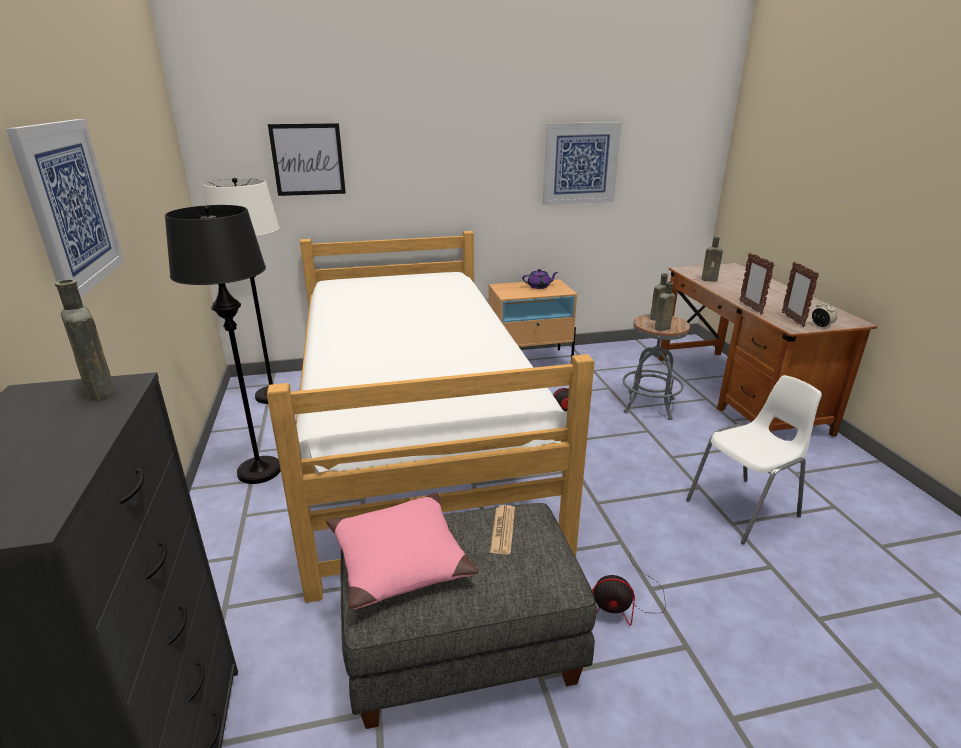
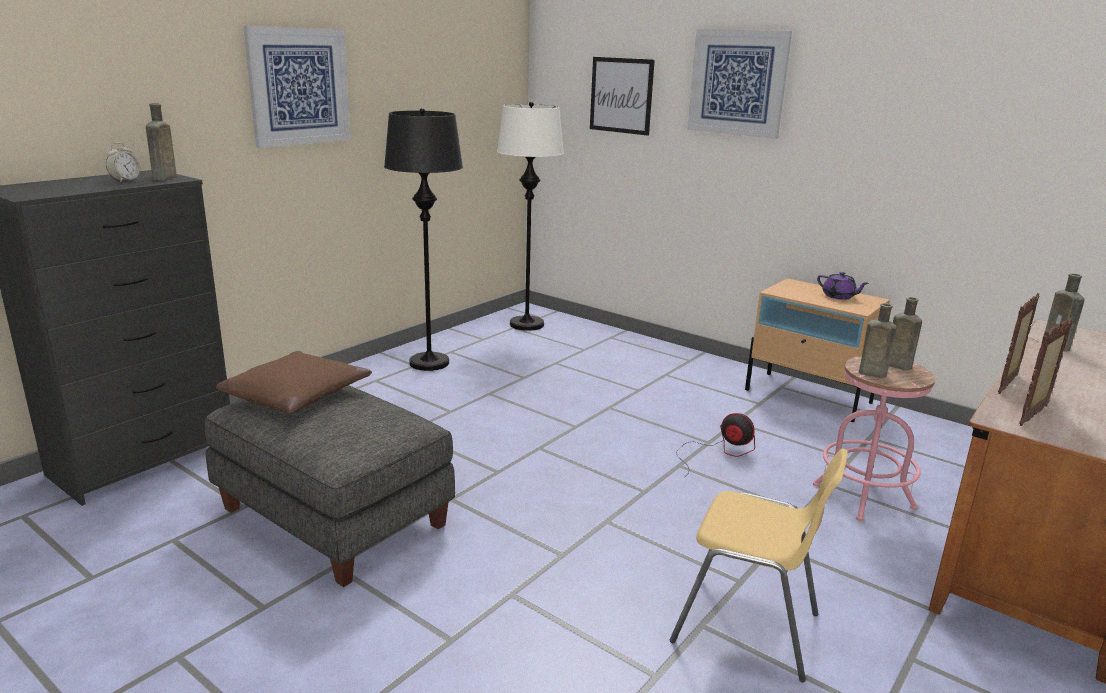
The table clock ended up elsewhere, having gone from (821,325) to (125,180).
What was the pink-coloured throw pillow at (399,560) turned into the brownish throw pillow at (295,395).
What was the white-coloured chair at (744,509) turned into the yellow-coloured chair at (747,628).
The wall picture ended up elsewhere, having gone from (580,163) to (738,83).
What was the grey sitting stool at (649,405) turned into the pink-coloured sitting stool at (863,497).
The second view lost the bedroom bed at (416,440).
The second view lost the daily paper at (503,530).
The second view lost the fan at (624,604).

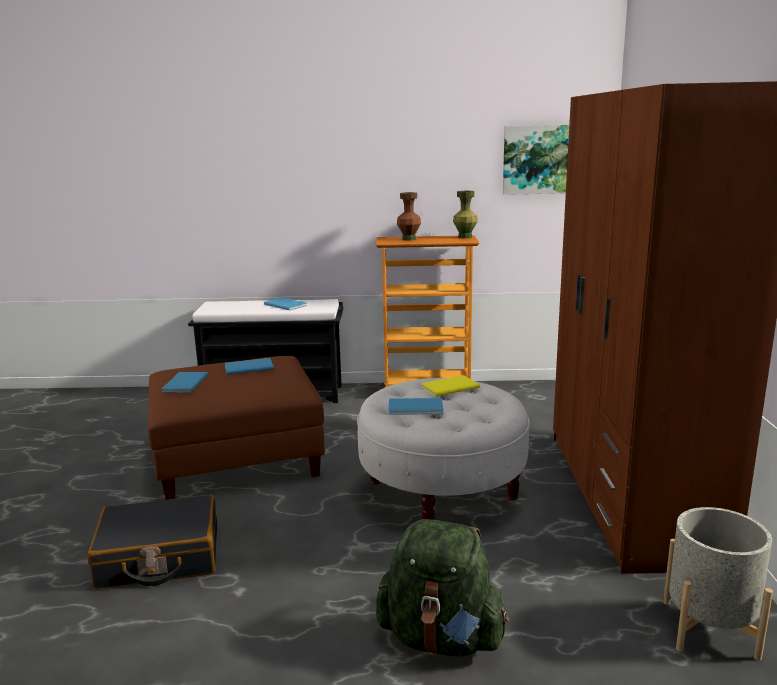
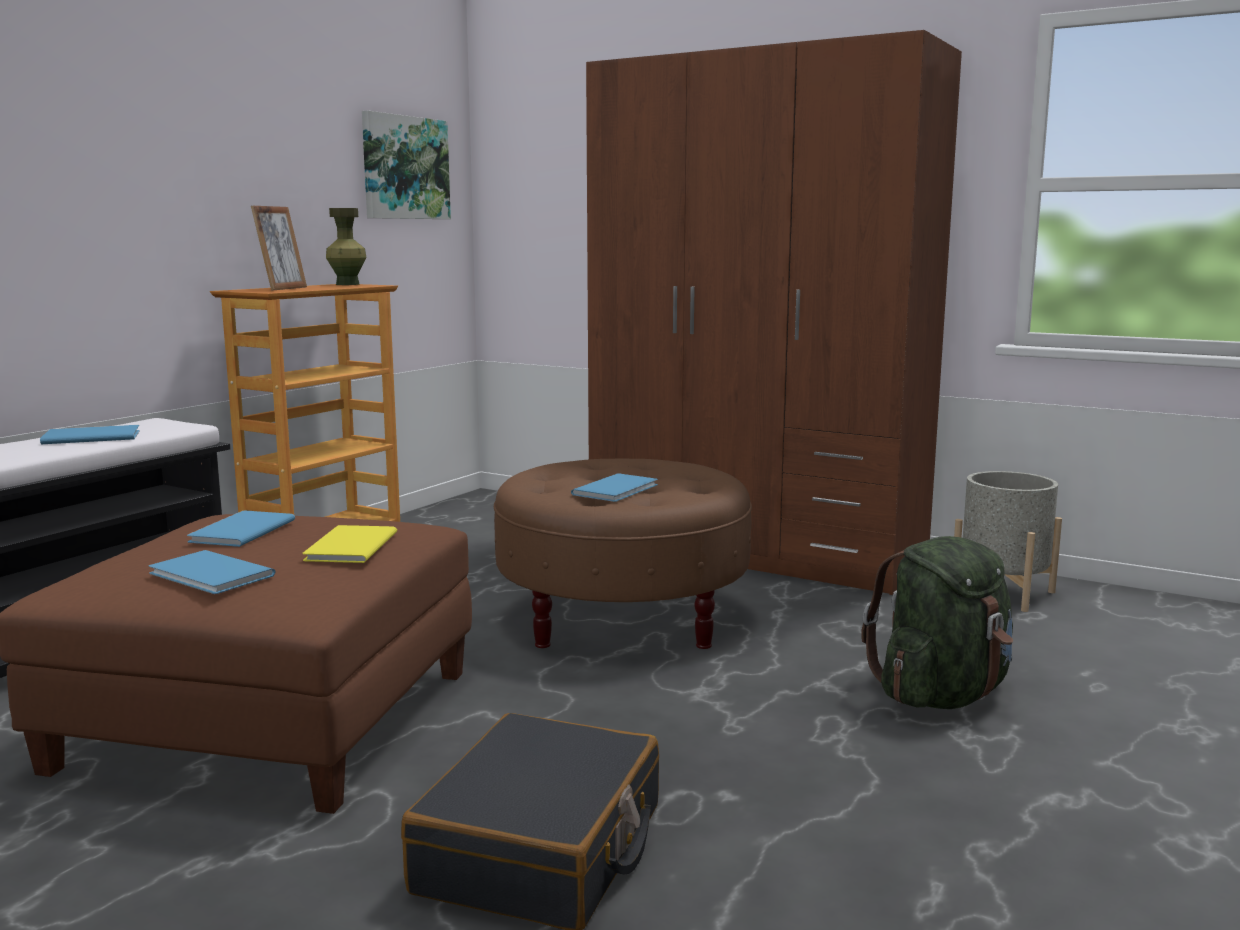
Where the brownish vase stood at (409,239), the standing frame came to stand at (282,288).
The yellow-coloured bound book ended up elsewhere, having gone from (448,387) to (347,547).
What was the white-coloured pouffe at (442,489) turned into the brownish pouffe at (622,617).

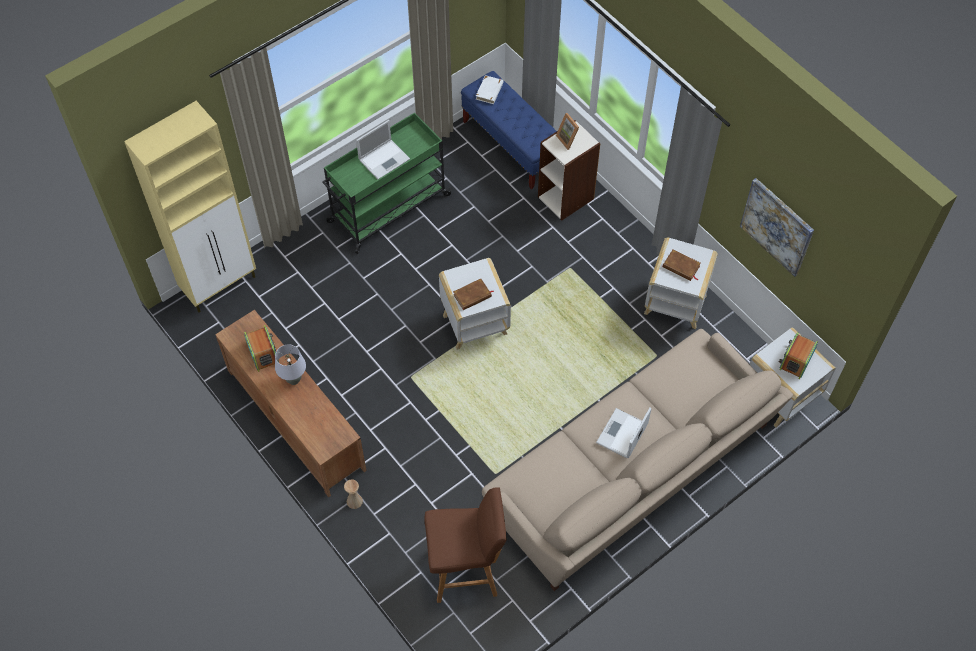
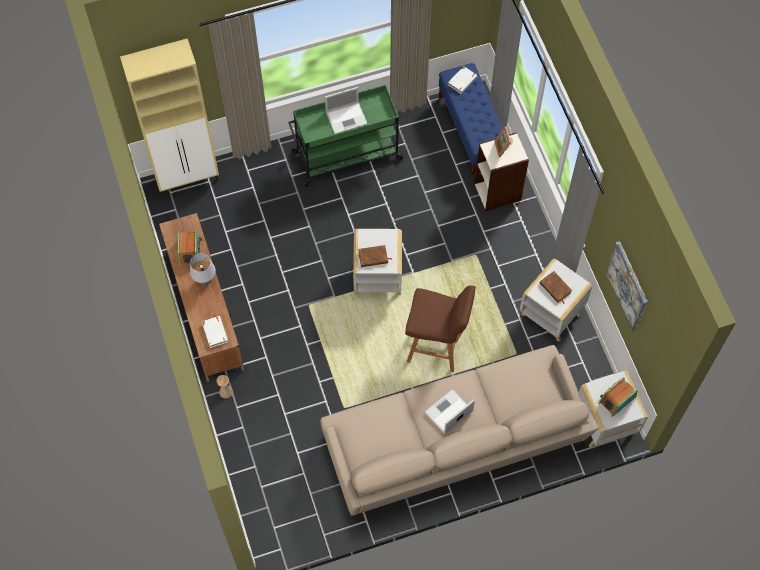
The second view gained the white-coloured bound book at (215,332).
The brownish sitting stool ended up elsewhere, having gone from (466,571) to (437,346).

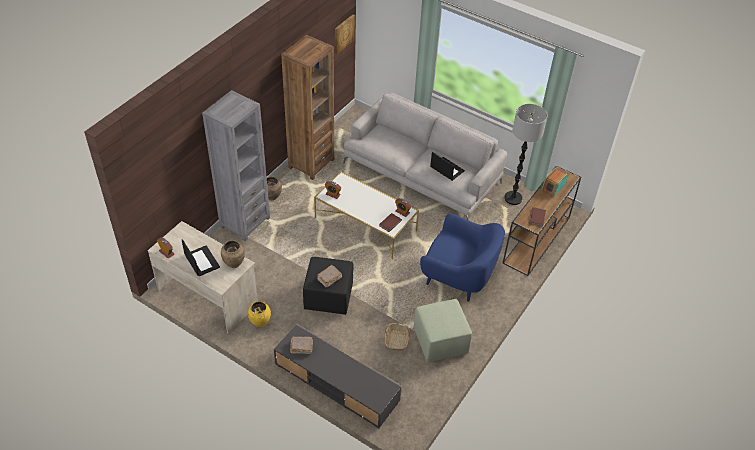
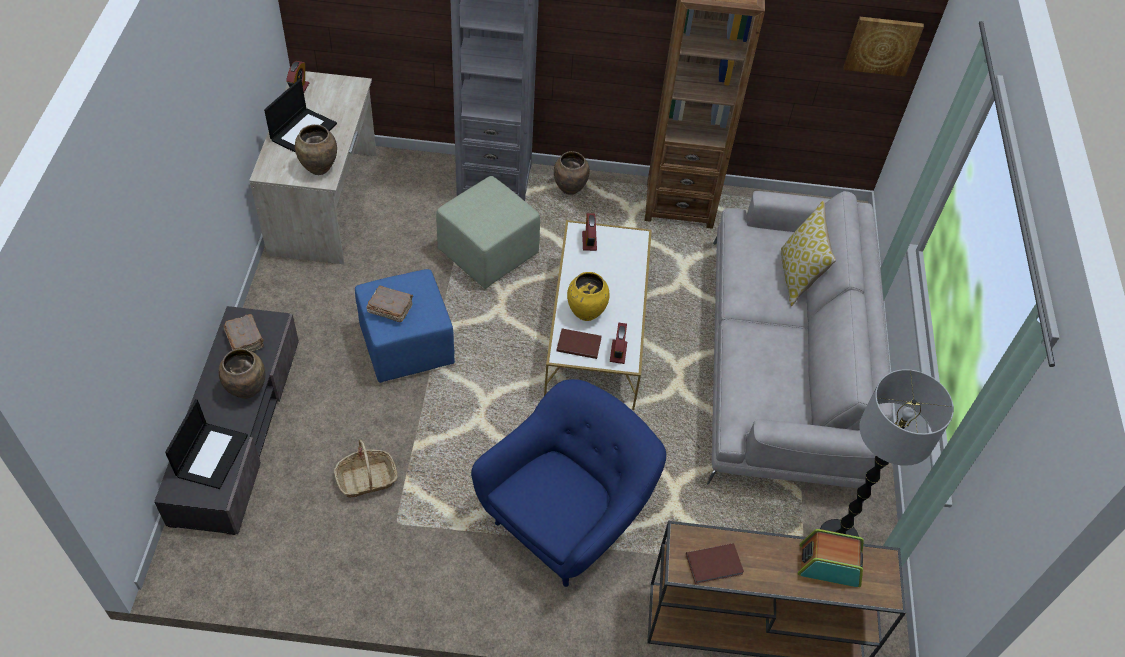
The portable computer ended up elsewhere, having gone from (446,169) to (211,455).
The second view gained the brownish vase at (247,389).
What was the black pouffe at (328,297) turned into the bluish pouffe at (406,345).
The green pouffe ended up elsewhere, having gone from (439,341) to (488,252).
The bluish armchair at (458,277) ended up facing another way, 135 degrees counterclockwise from before.
The yellow-coloured vase ended up elsewhere, having gone from (260,322) to (586,313).
The second view gained the throw pillow at (798,277).

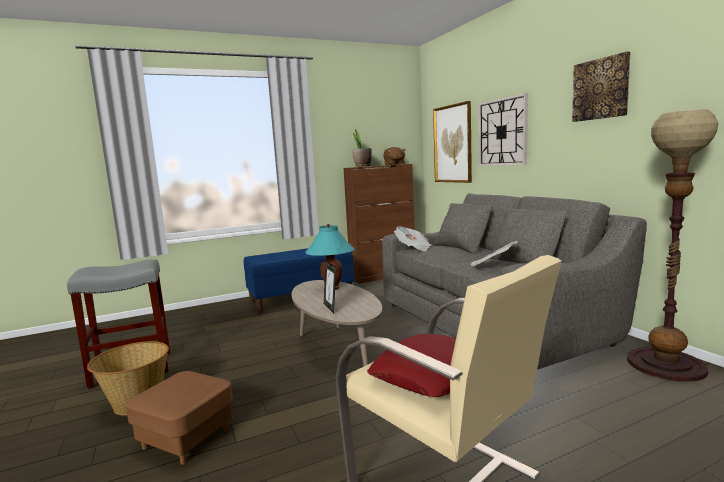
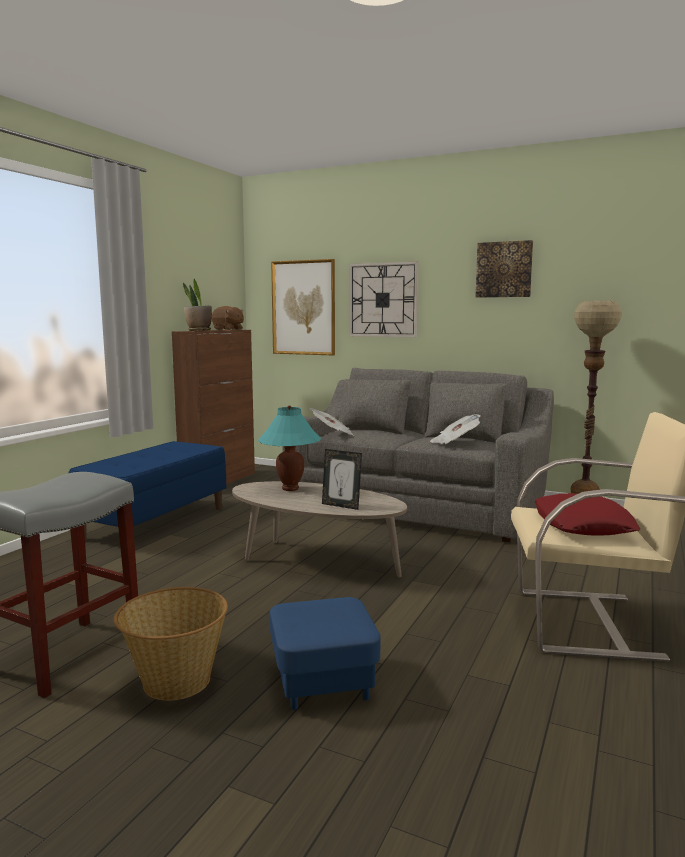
What was the brownish pouffe at (186,438) turned into the bluish pouffe at (323,682).

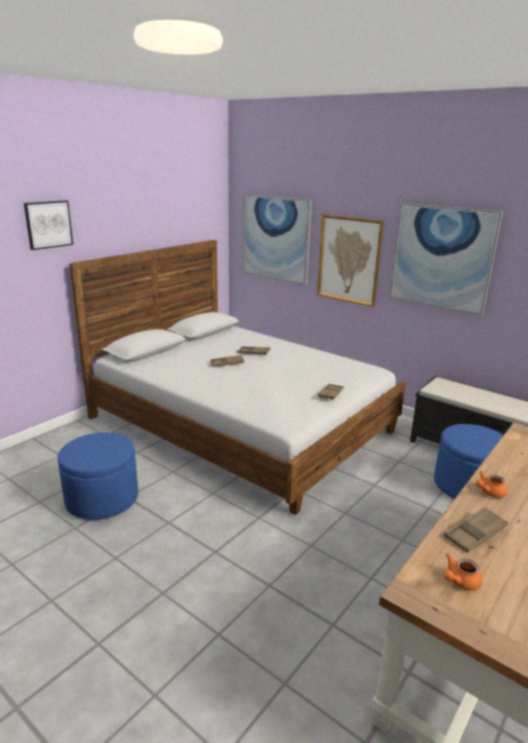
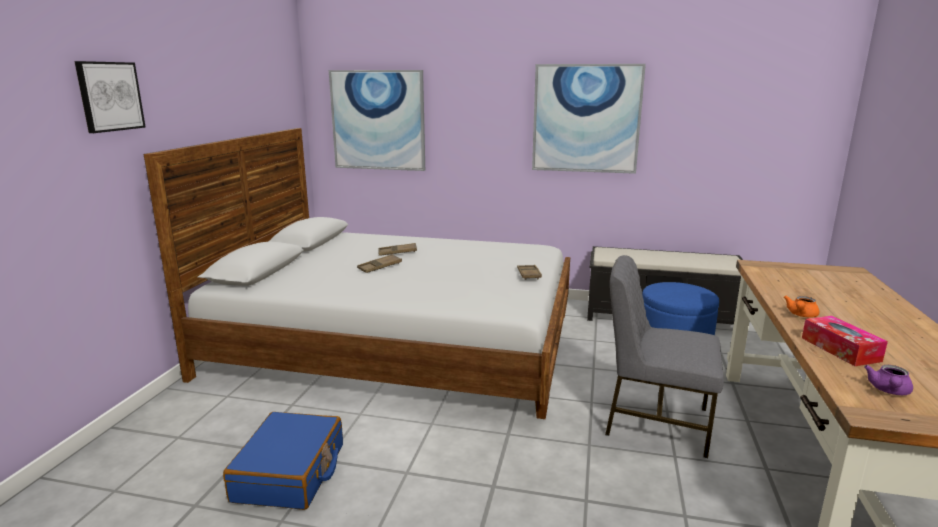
Where the bluish pouffe stood at (102,499), the bluish suitcase came to stand at (290,473).
The second view gained the grey chair at (654,422).
Where the brownish tray stood at (475,533), the tissue holder came to stand at (840,349).
What was the orangey pot for tea at (459,582) turned into the purple pot for tea at (888,391).
The second view lost the wall picture at (349,259).

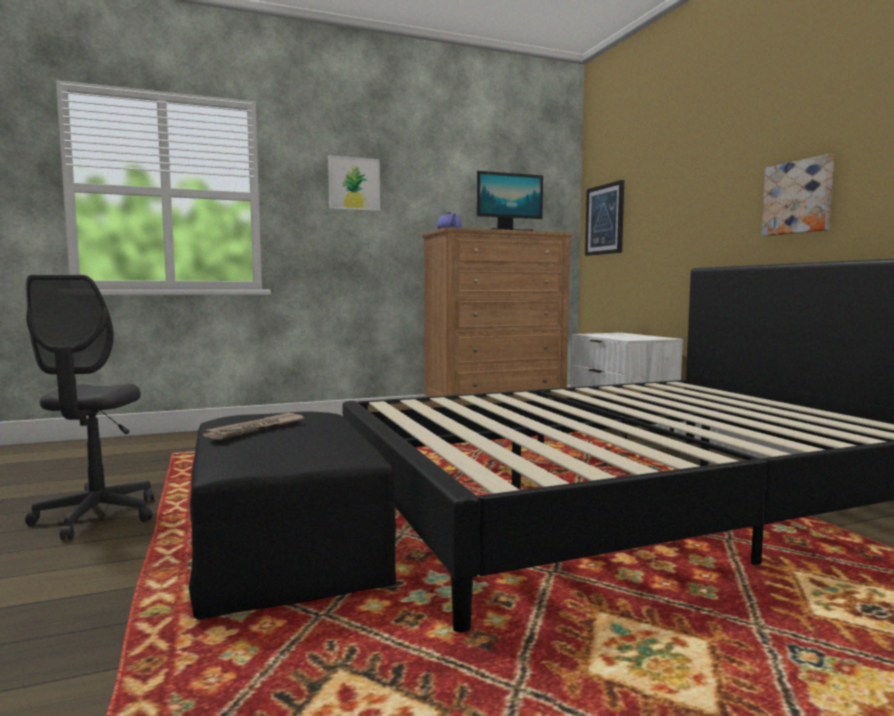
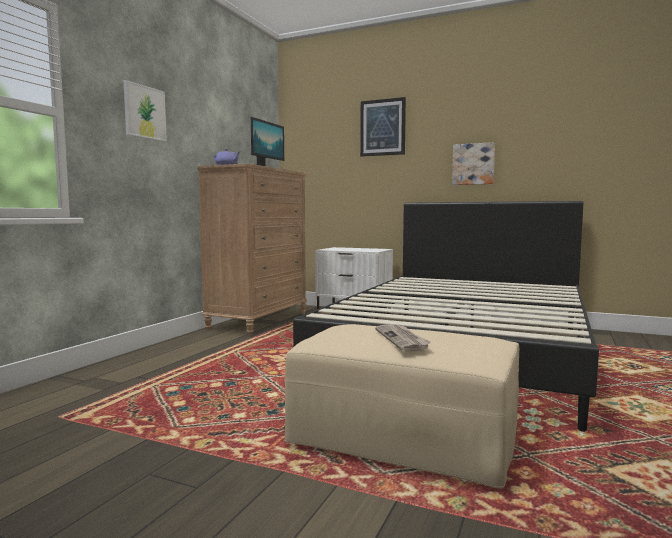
What was the black pouffe at (286,550) turned into the beige pouffe at (405,438).
The wall picture ended up elsewhere, having gone from (605,219) to (382,127).
The second view lost the grey office chair at (97,517).

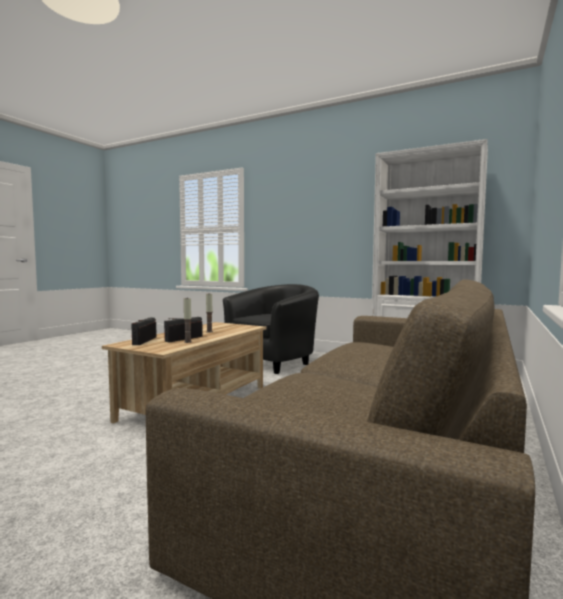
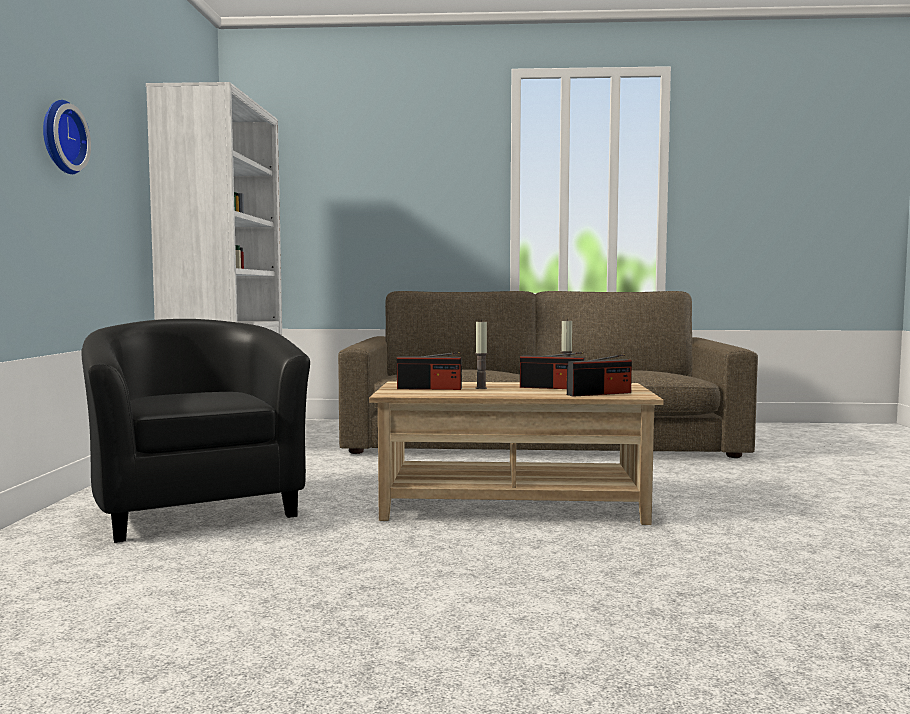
The second view gained the hanging clock at (60,137).
The black armchair at (274,361) ended up facing another way, 45 degrees clockwise from before.
The second view gained the radio receiver at (429,388).

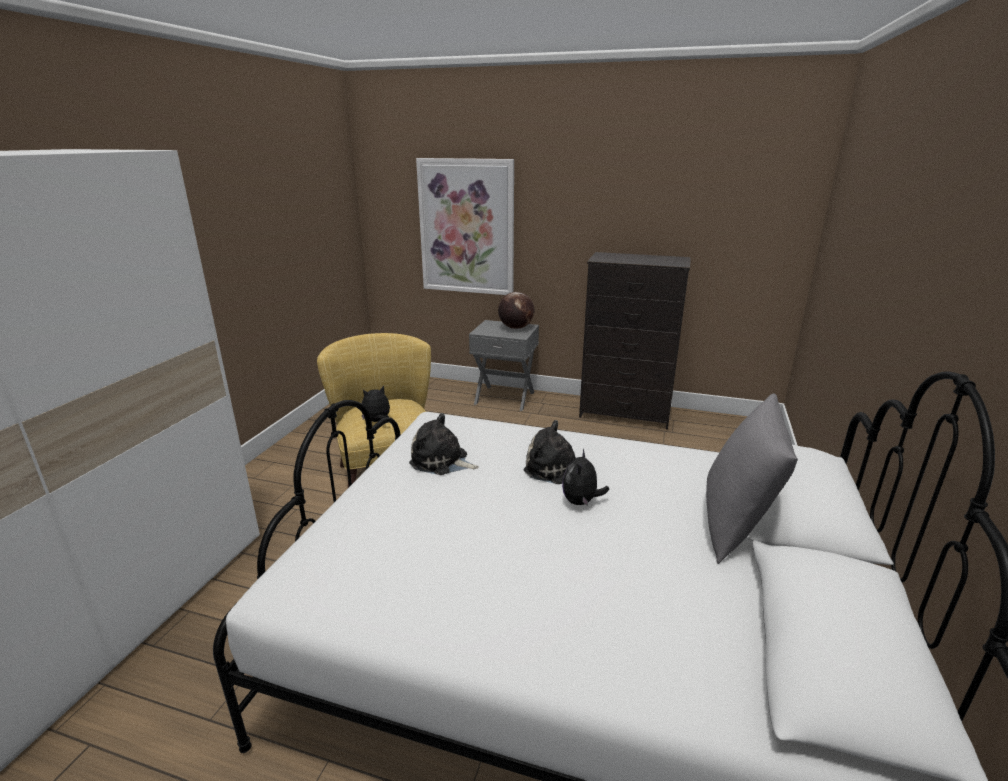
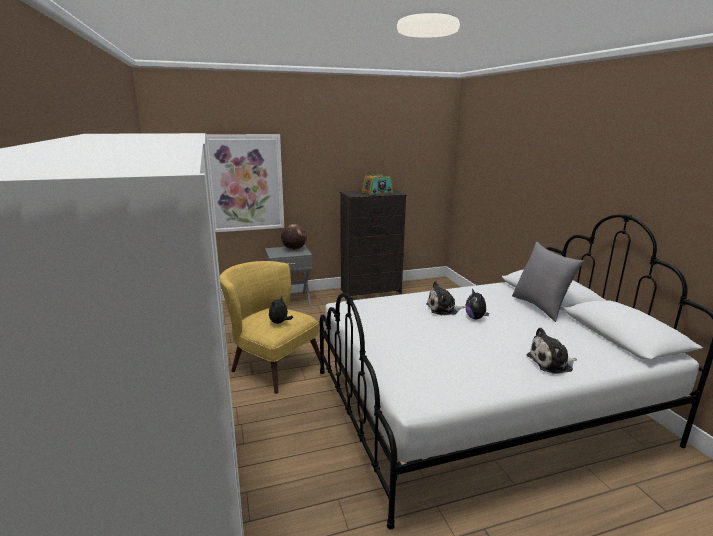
The second view gained the radio receiver at (377,192).
The cuddly toy ended up elsewhere, having gone from (441,461) to (552,363).

